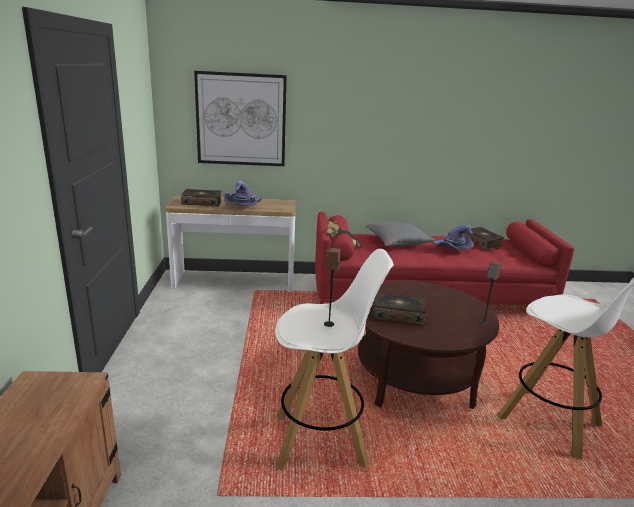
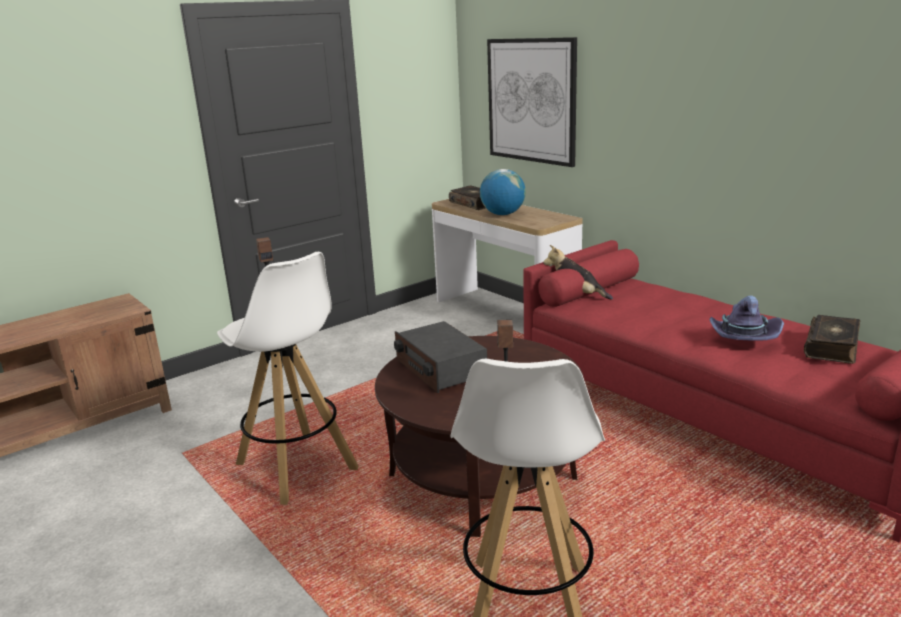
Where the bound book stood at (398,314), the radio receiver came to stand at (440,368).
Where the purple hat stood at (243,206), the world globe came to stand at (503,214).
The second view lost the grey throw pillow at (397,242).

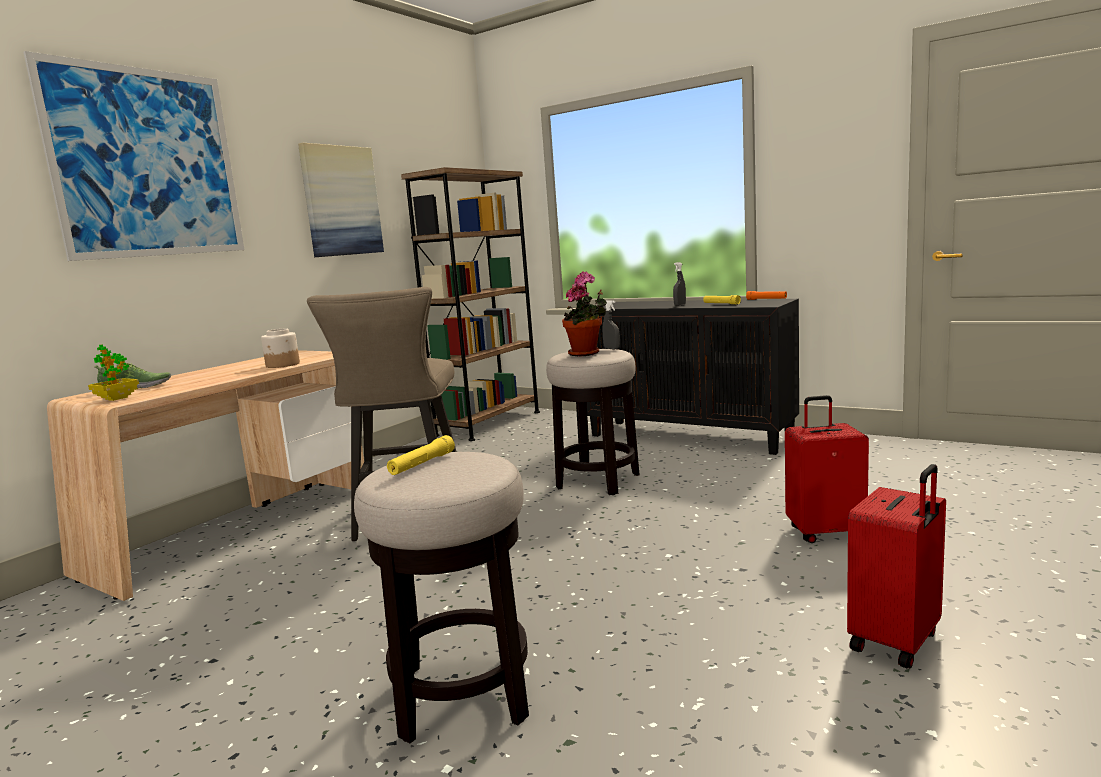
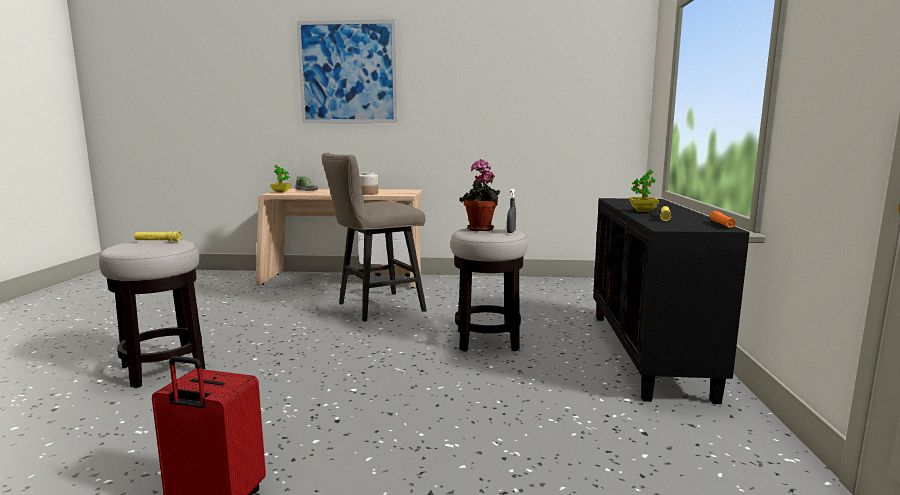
Where the grey sprayer stood at (680,305), the potted plant came to stand at (643,211).
The second view lost the wall picture at (341,201).
The second view lost the brownish shelving unit at (488,423).
The second view lost the reddish suitcase at (825,532).

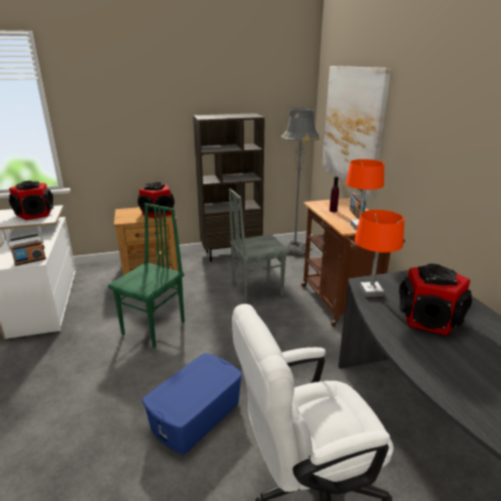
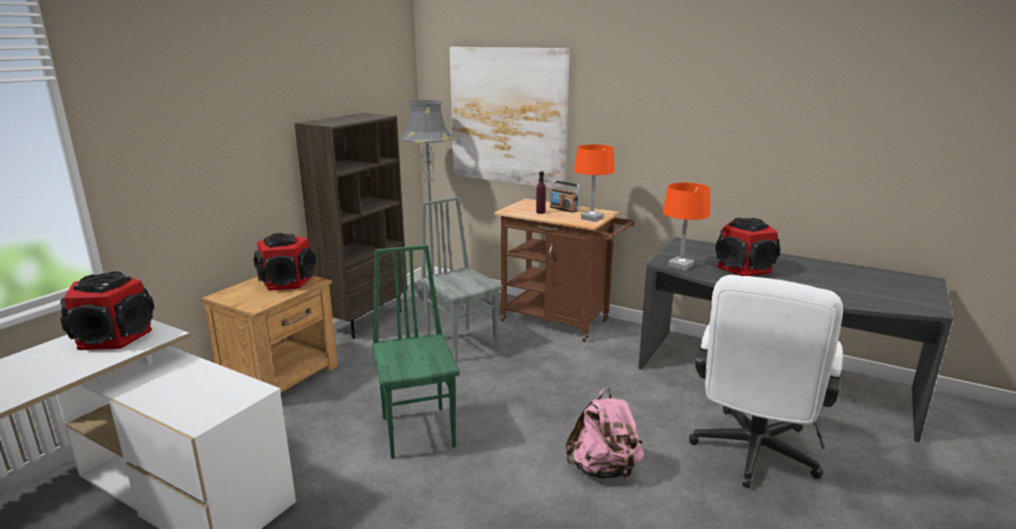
The grey chair at (256,290) ended up facing another way, 120 degrees clockwise from before.
Where the bluish storage container stood at (197,416), the pink-coloured backpack came to stand at (604,469).
The second view lost the radio receiver at (30,261).

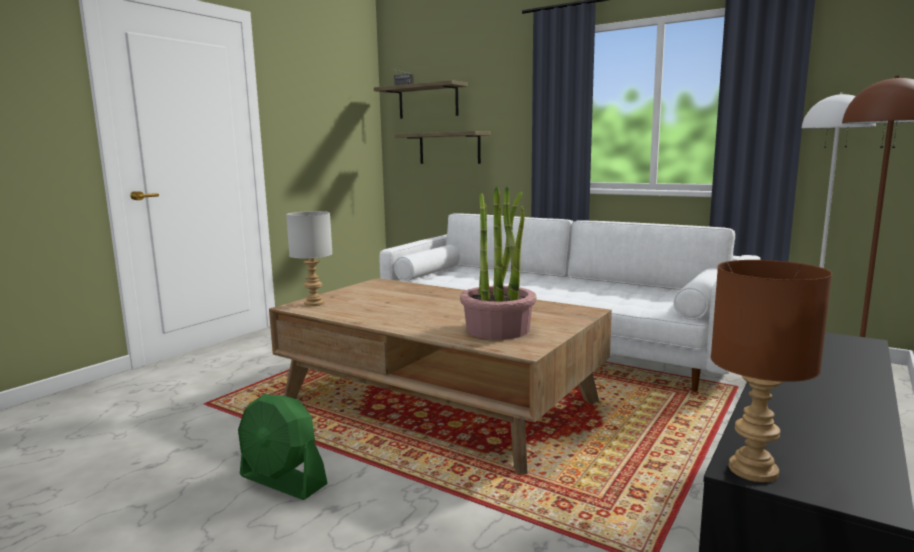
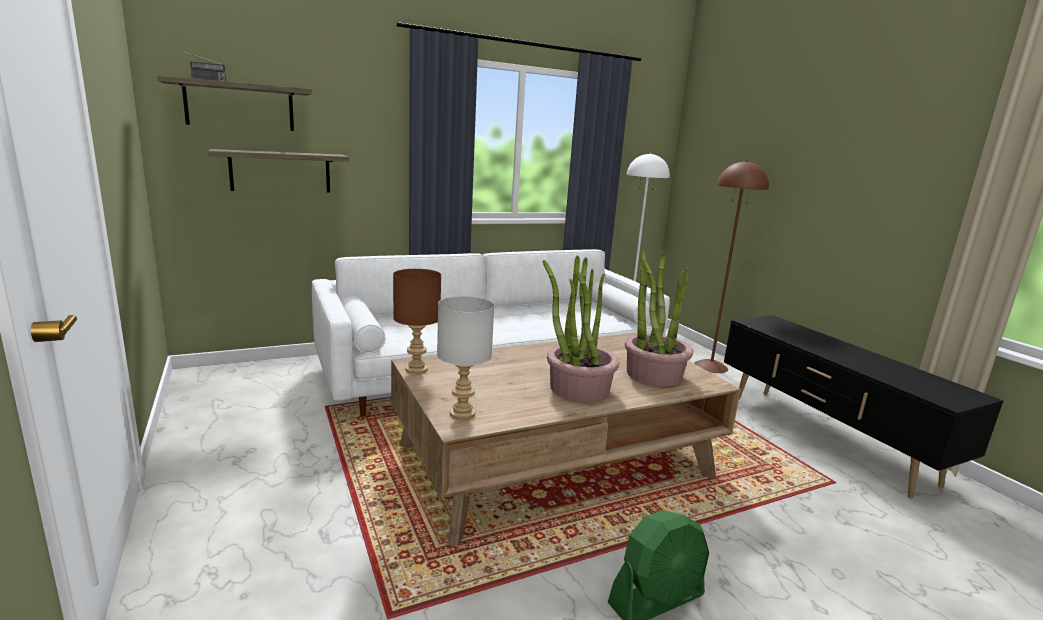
The brownish table lamp ended up elsewhere, having gone from (752,469) to (415,369).
The second view gained the potted plant at (578,388).

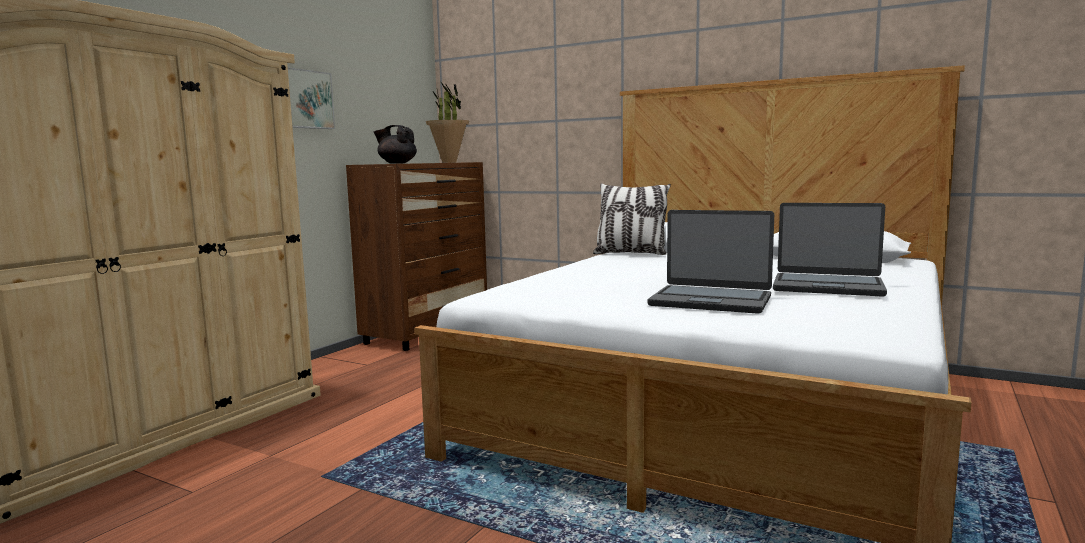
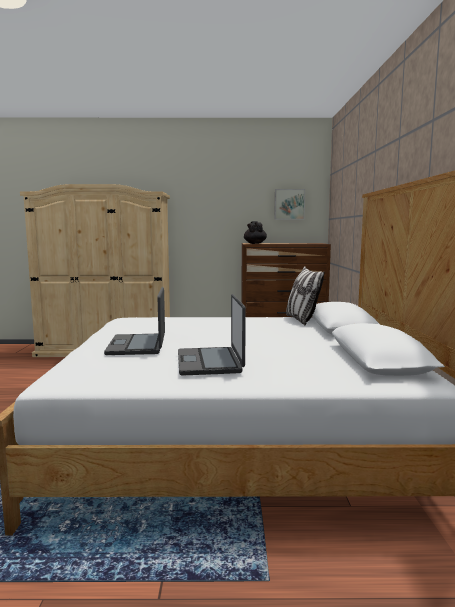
The wall picture ended up elsewhere, having gone from (306,99) to (289,204).
The second view lost the potted plant at (449,162).

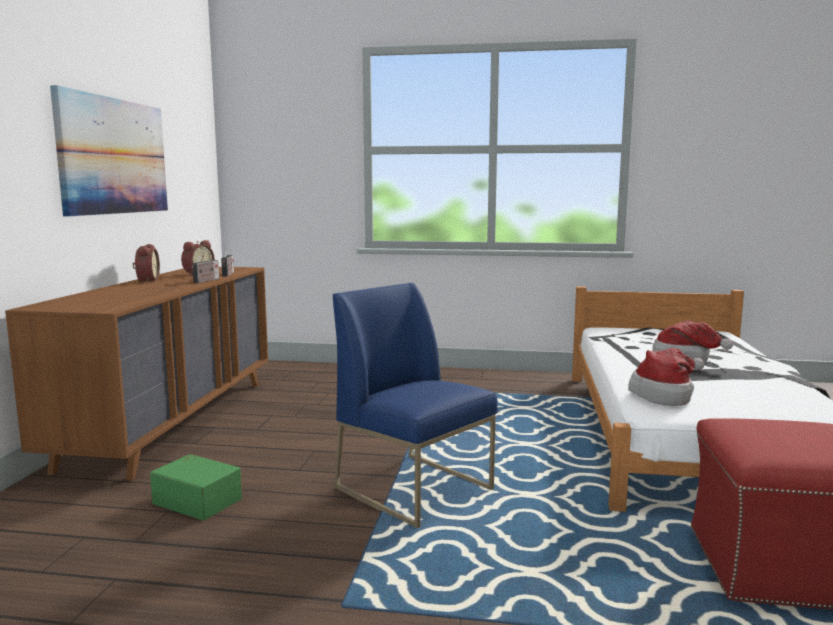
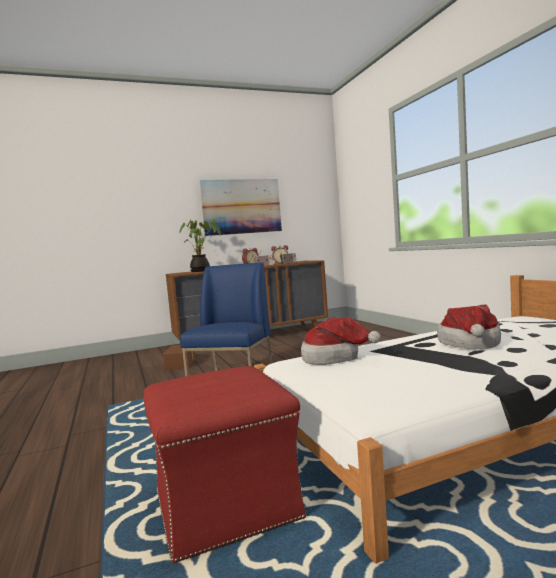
What was the green storage container at (198,500) turned into the brownish storage container at (181,363).
The second view gained the potted plant at (202,271).

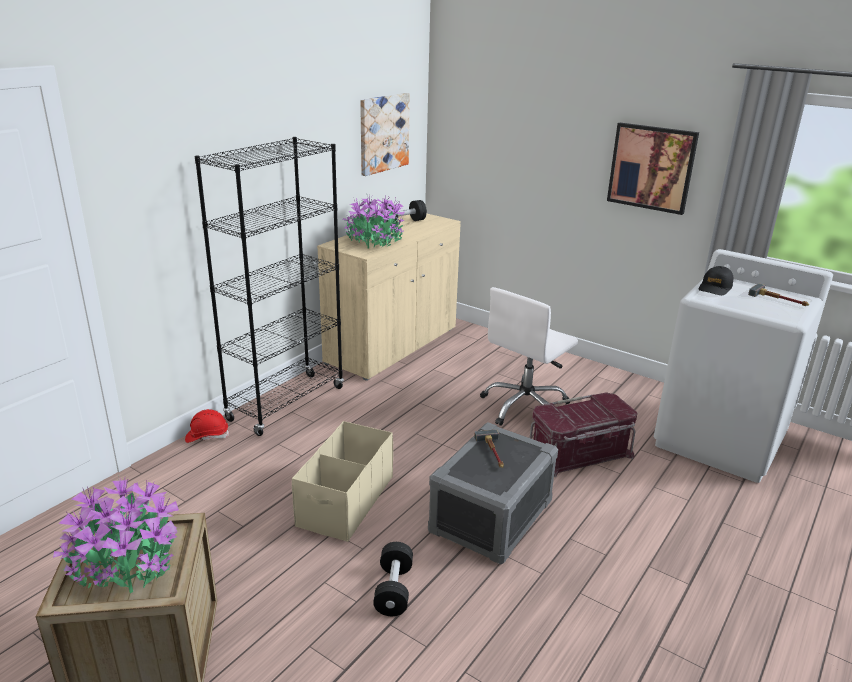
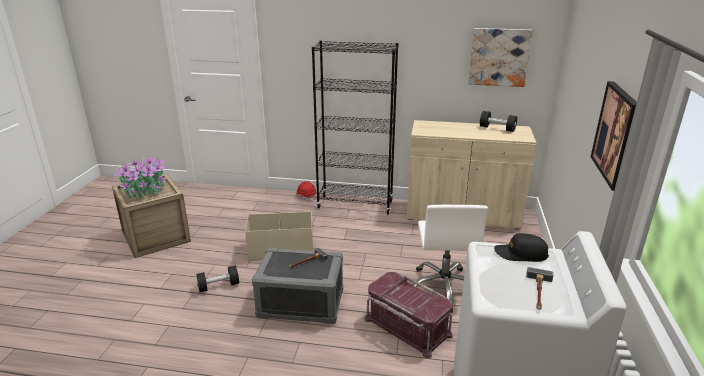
The white-coloured office chair at (525,407) ended up facing another way, 105 degrees counterclockwise from before.
The second view lost the potted plant at (374,241).

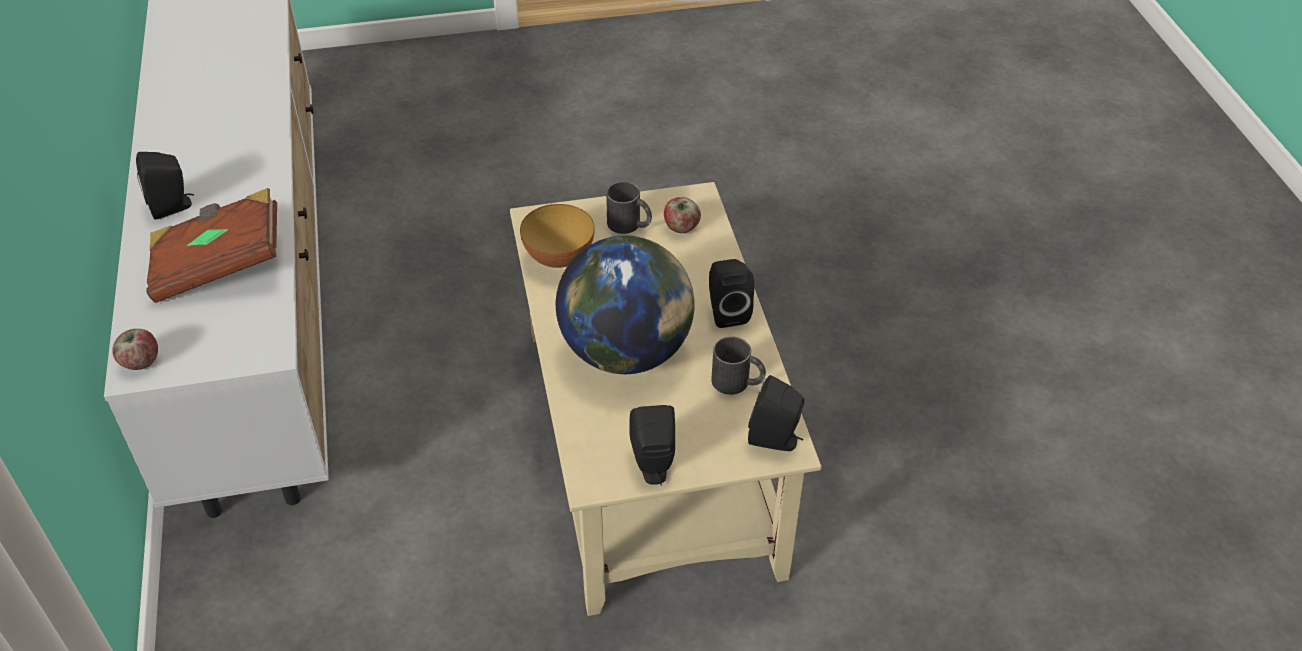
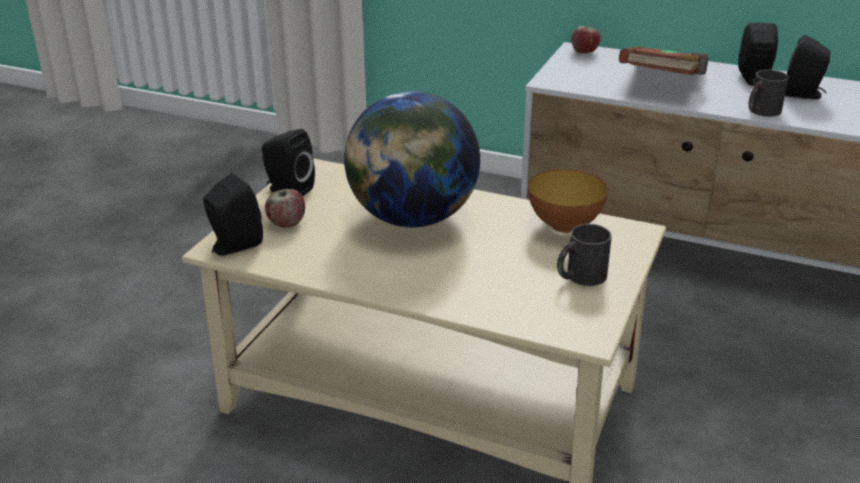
The whole apple ended up elsewhere, having gone from (681,228) to (286,223).
The black mug ended up elsewhere, having gone from (737,382) to (761,112).
The black audio speaker ended up elsewhere, having gone from (726,311) to (804,94).

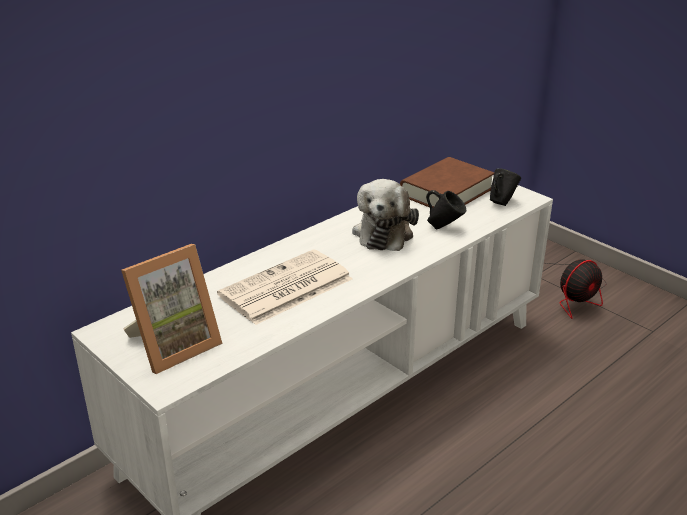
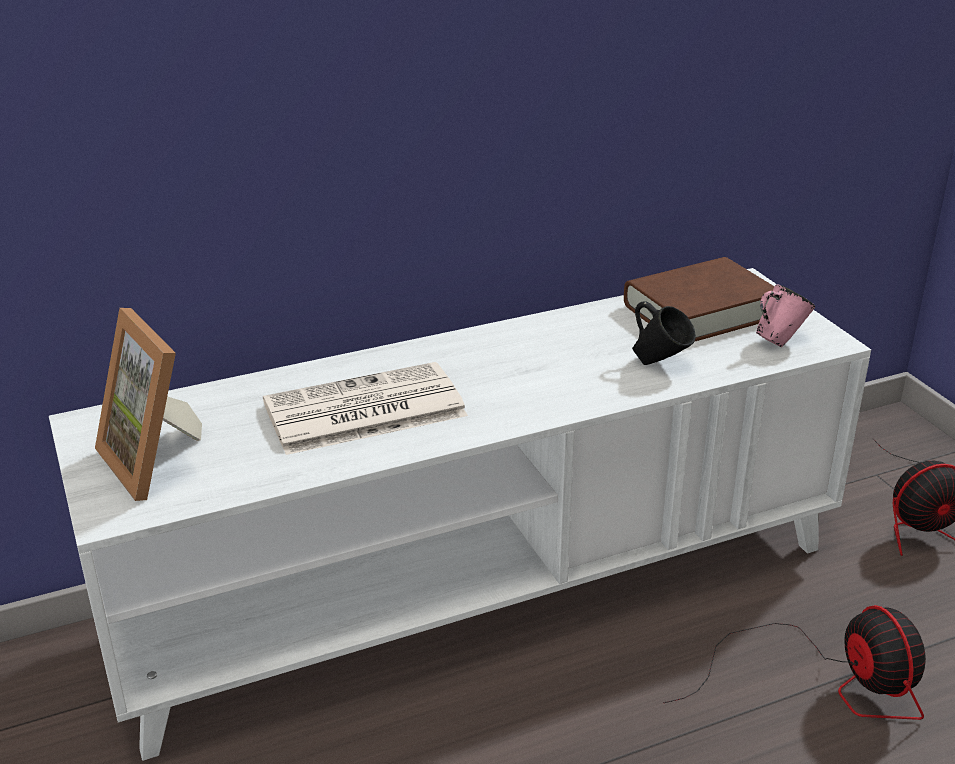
The standing frame at (173,345) ended up facing another way, 75 degrees clockwise from before.
The second view gained the fan at (826,681).
What was the black mug at (501,202) turned into the pink-coloured mug at (779,341).
The second view lost the cuddly toy at (384,232).

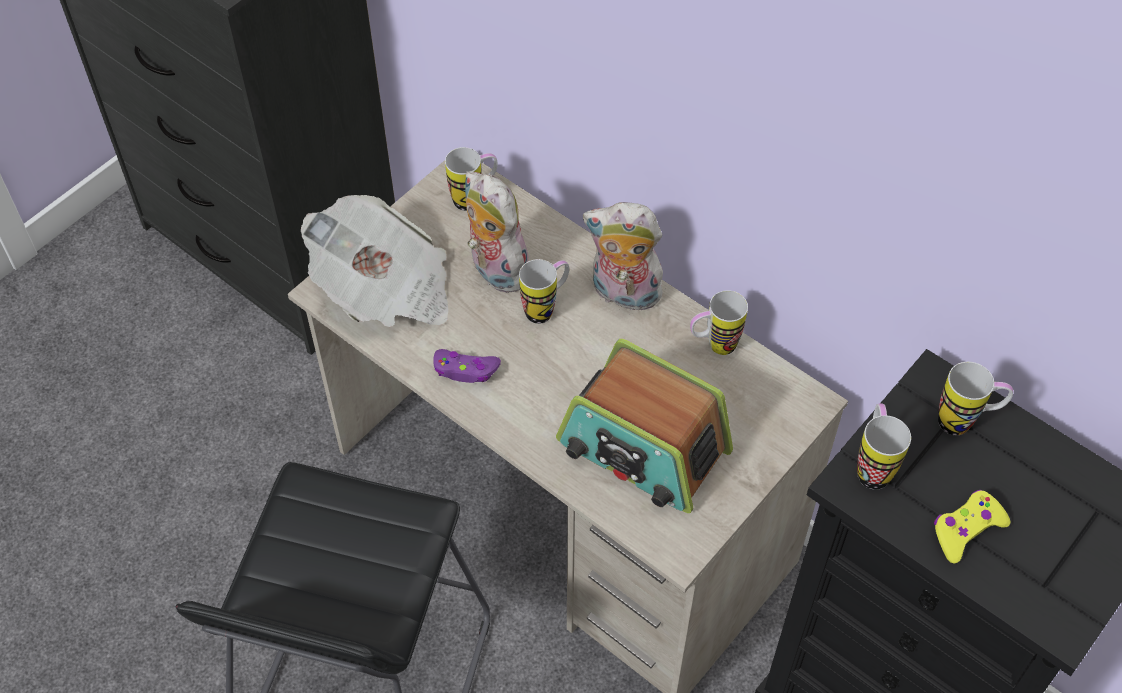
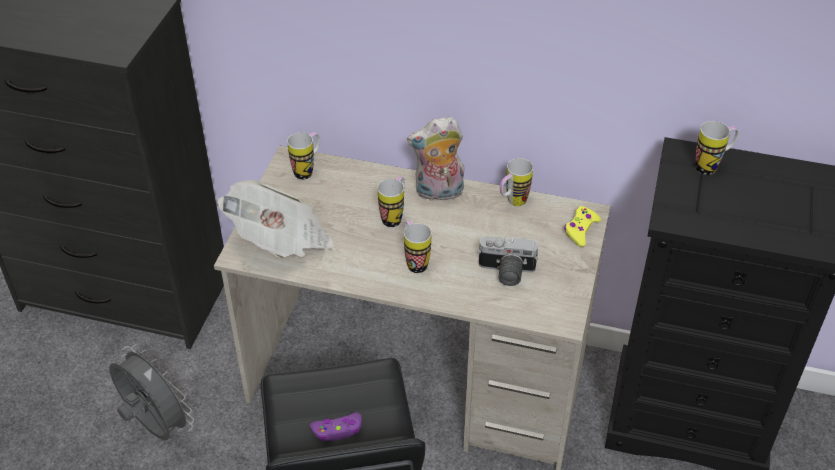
The second view gained the grey fan at (155,426).
The purple joypad ended up elsewhere, having gone from (465,370) to (337,430).
The mug ended up elsewhere, having gone from (872,465) to (414,261).
Where the radio receiver stood at (643,448), the photo camera came to stand at (506,273).
The yellow-coloured joypad ended up elsewhere, having gone from (966,529) to (580,230).
The second view lost the cuddly toy at (494,269).

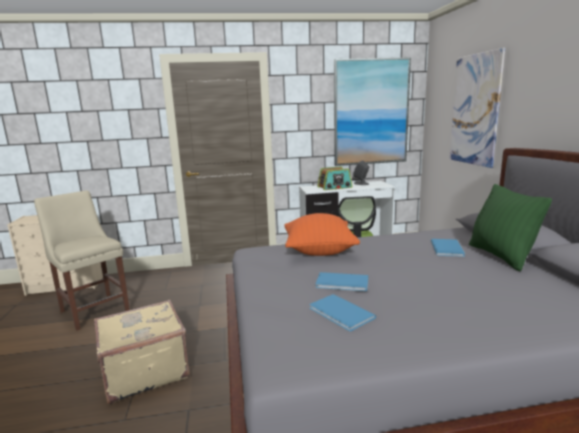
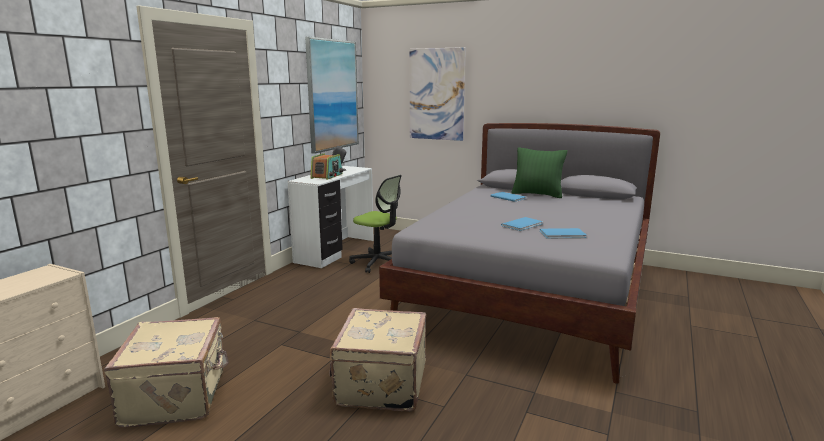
Where the beige chair stood at (93,309), the beige suitcase came to stand at (178,396).
The second view lost the orangey throw pillow at (319,251).

